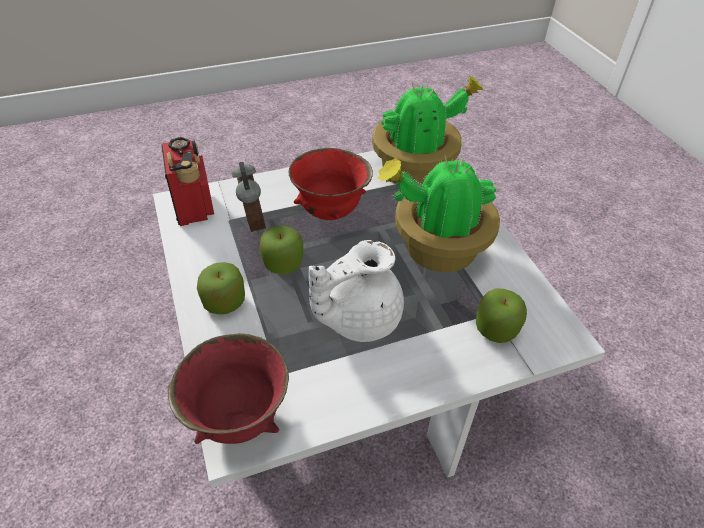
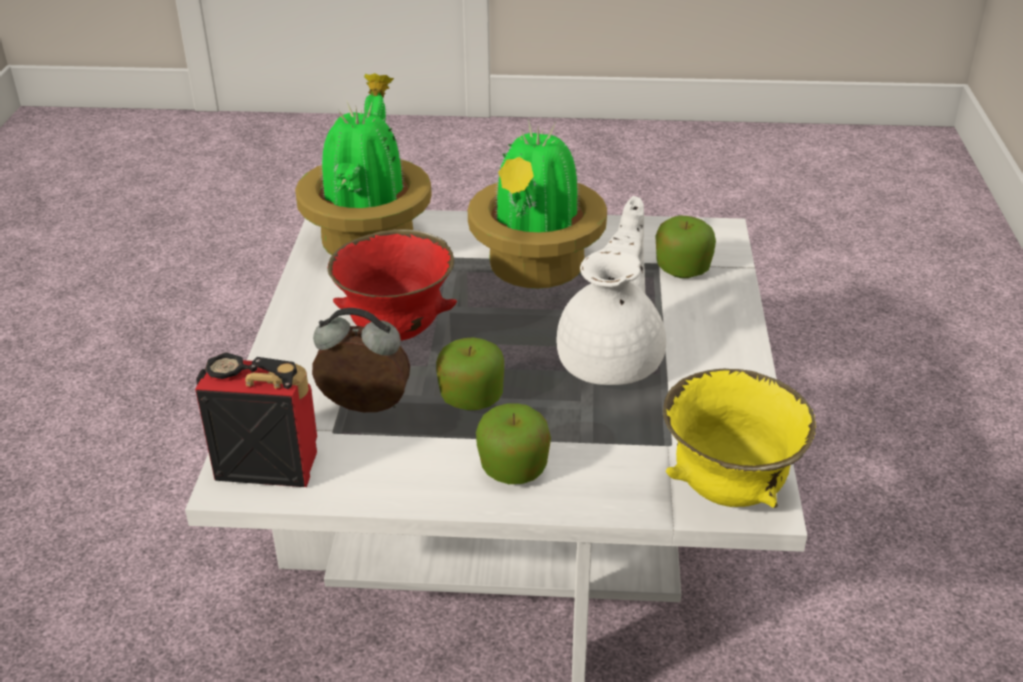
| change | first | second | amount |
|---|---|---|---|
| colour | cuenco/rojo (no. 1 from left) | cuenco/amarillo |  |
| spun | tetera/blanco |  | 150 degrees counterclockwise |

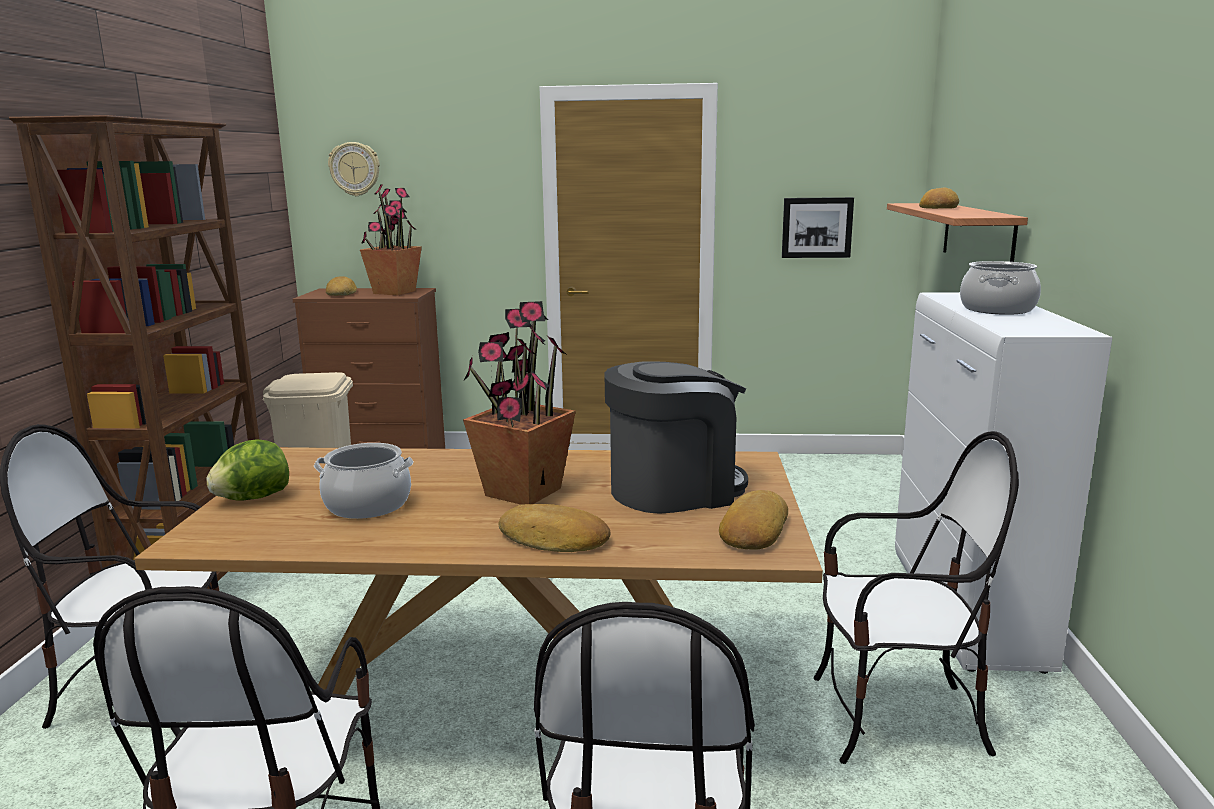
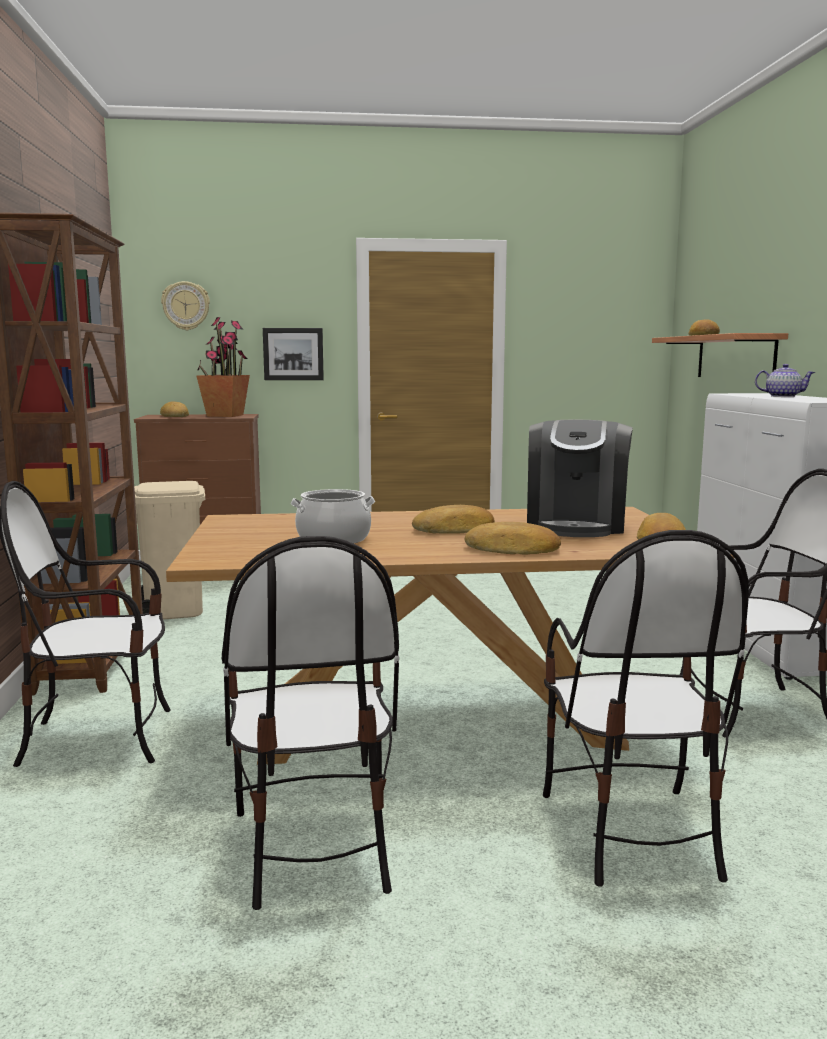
| change | first | second | amount |
|---|---|---|---|
| missing | lechuga |  |  |
| relocated | cuadro |  |  |
| exchanged | planta en maceta (no. 2 from left) | pan (no. 2 from left) |  |
| exchanged | olla (no. 2 from left) | tetera |  |
| spun | cafetera |  | 135 degrees clockwise |

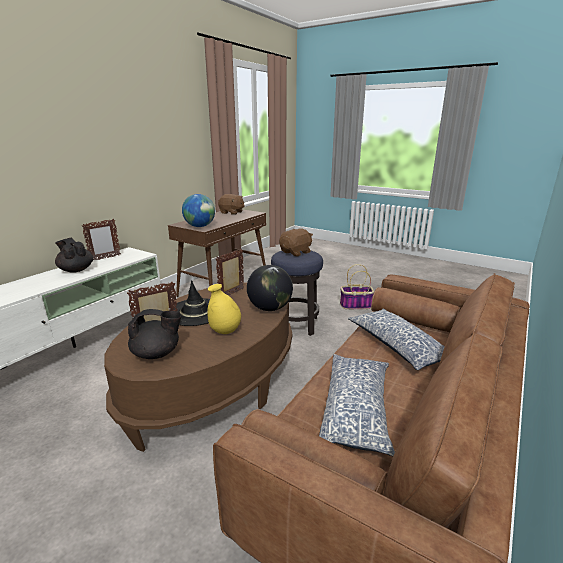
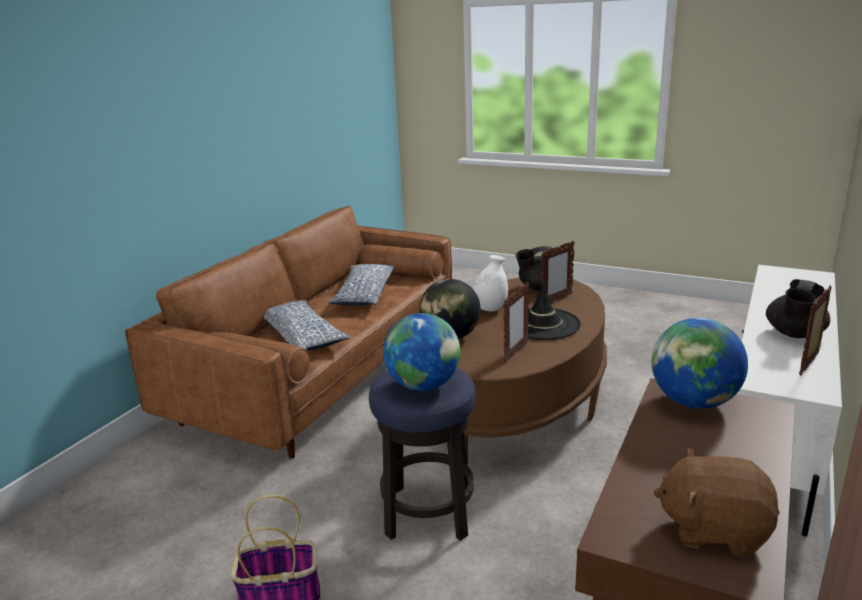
| change | first | second | amount |
|---|---|---|---|
| exchanged | peluche/marrón (no. 2 from left) | globo terráqueo (no. 1 from left) |  |
| colour | florero/amarillo | florero/blanco |  |
| spun | tetera/negro (no. 1 from left in the first image) | tetera/negro (no. 2 from left) | 90 degrees clockwise |

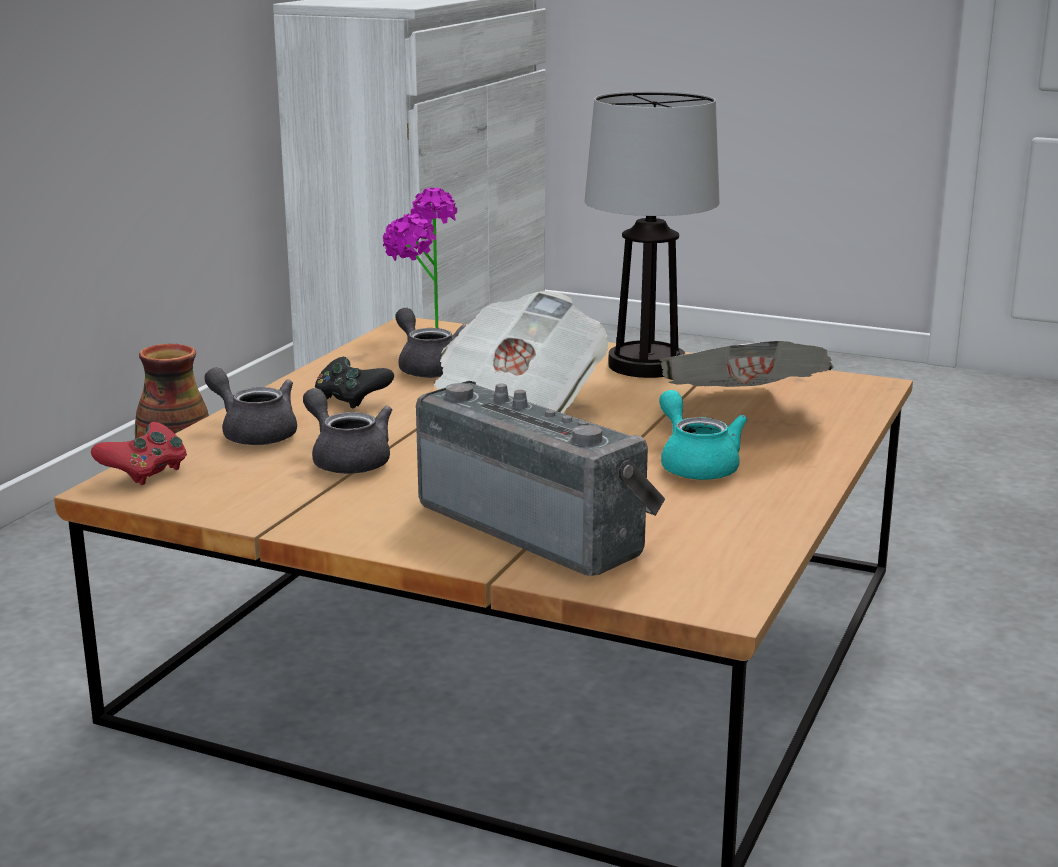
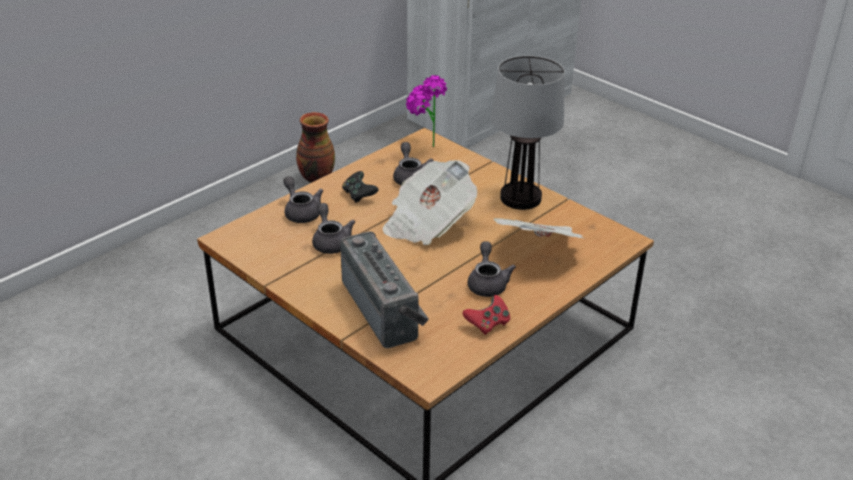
| change | first | second | amount |
|---|---|---|---|
| relocated | mando de consola/rojo |  |  |
| colour | tetera/turquesa | tetera/gris (no. 4 from left) |  |

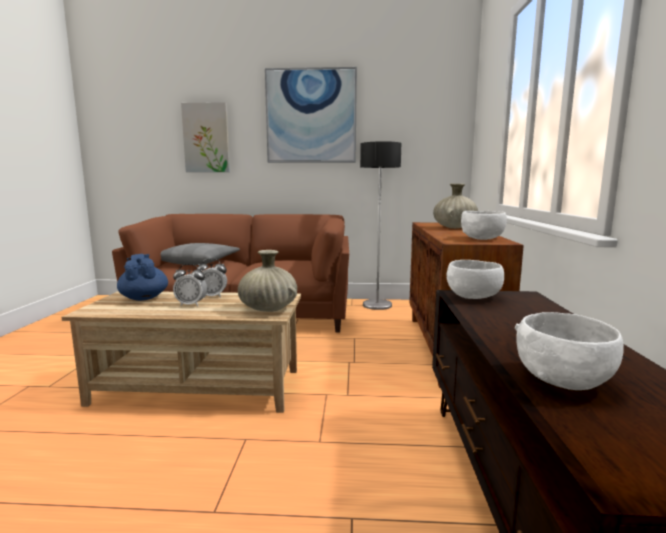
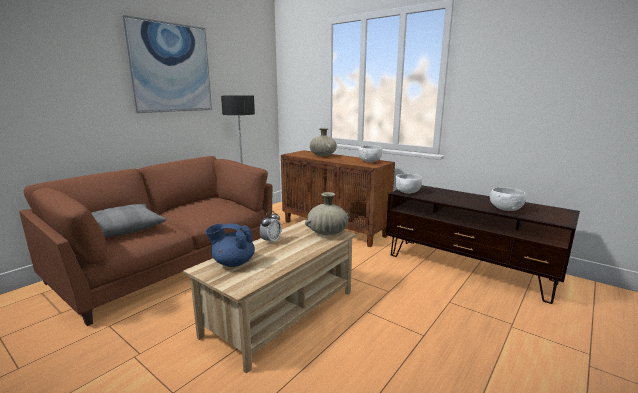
| change | first | second | amount |
|---|---|---|---|
| missing | despertador (no. 1 from left) |  |  |
| missing | cuadro (no. 1 from left) |  |  |

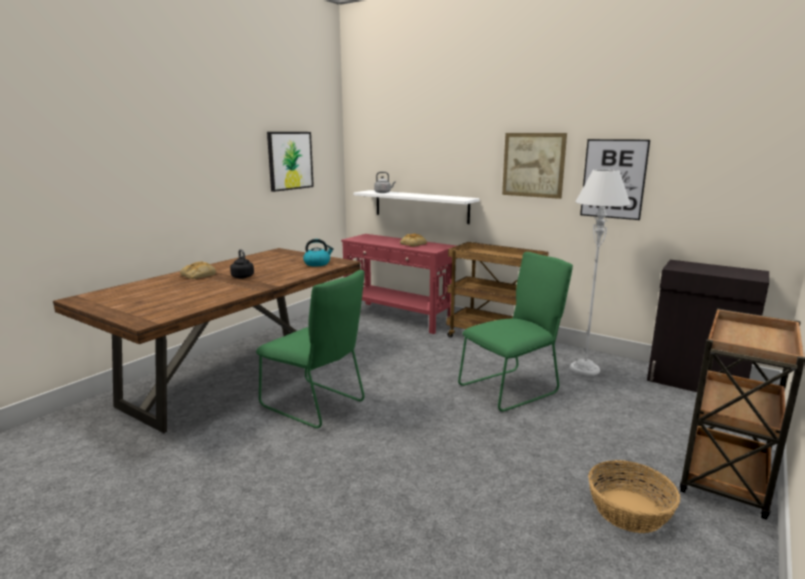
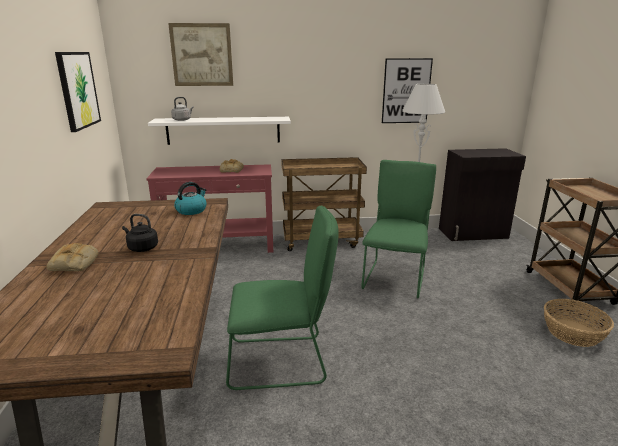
| change | first | second | amount |
|---|---|---|---|
| relocated | cuadro (no. 2 from left) |  |  |

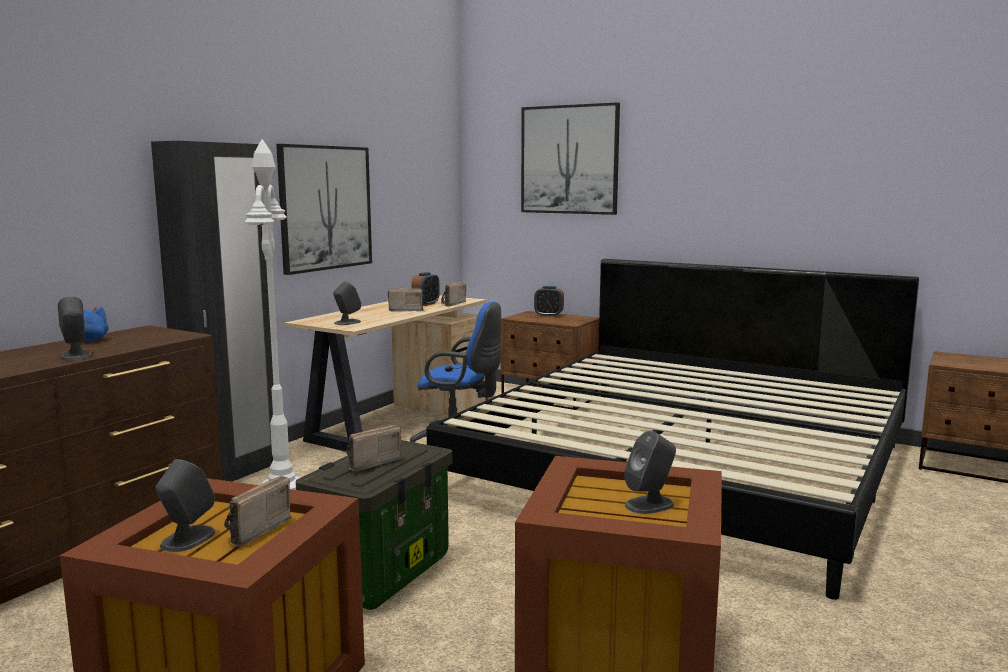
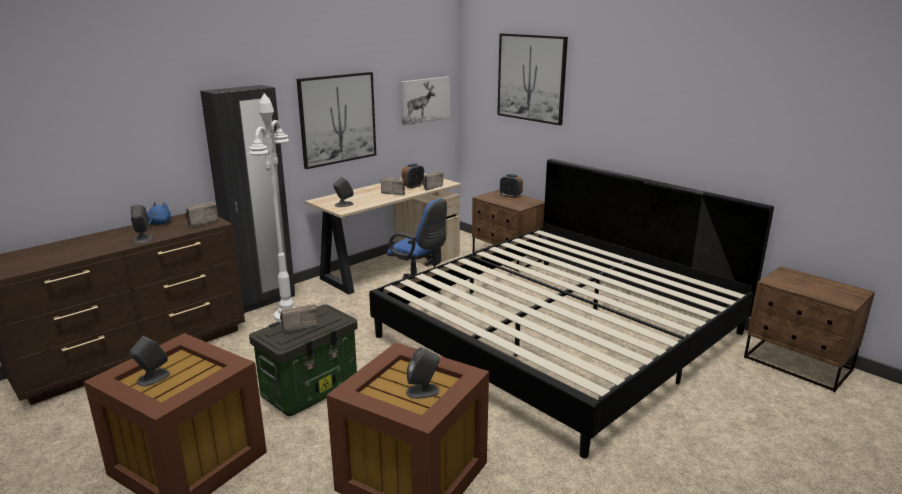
| change | first | second | amount |
|---|---|---|---|
| appeared |  | cuadro (no. 2 from left) |  |
| relocated | radio (no. 1 from left) |  |  |

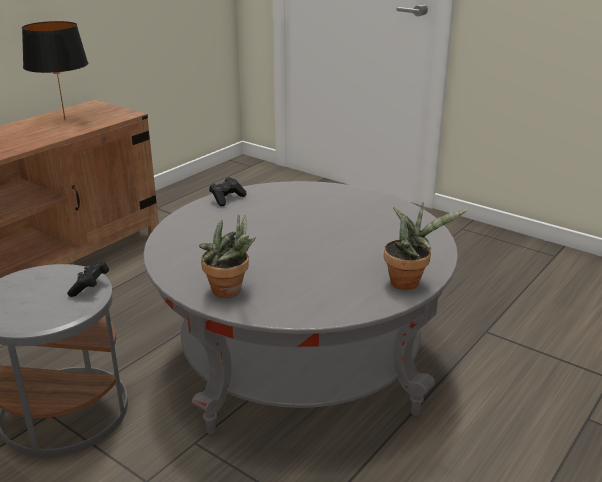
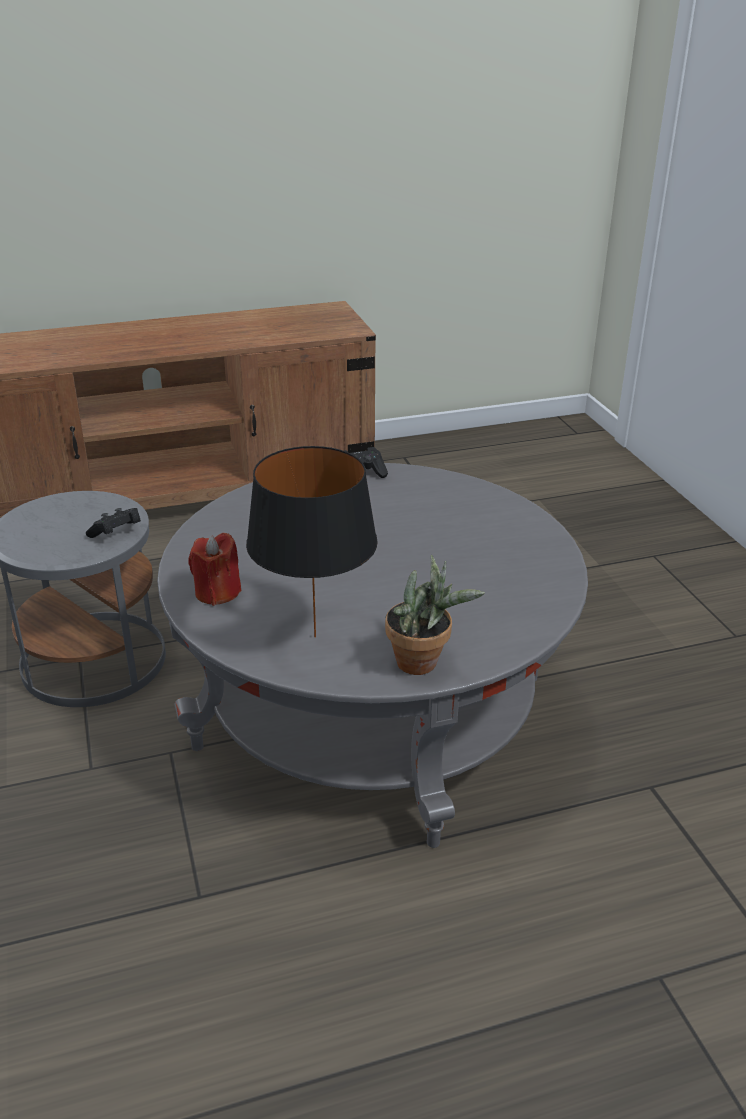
| change | first | second | amount |
|---|---|---|---|
| relocated | lámpara de mesa/negro |  |  |
| exchanged | planta en maceta (no. 1 from left) | vela/rojo |  |

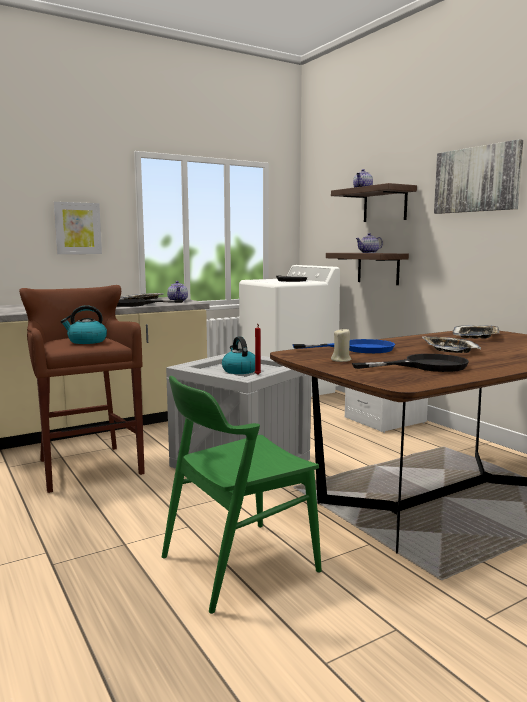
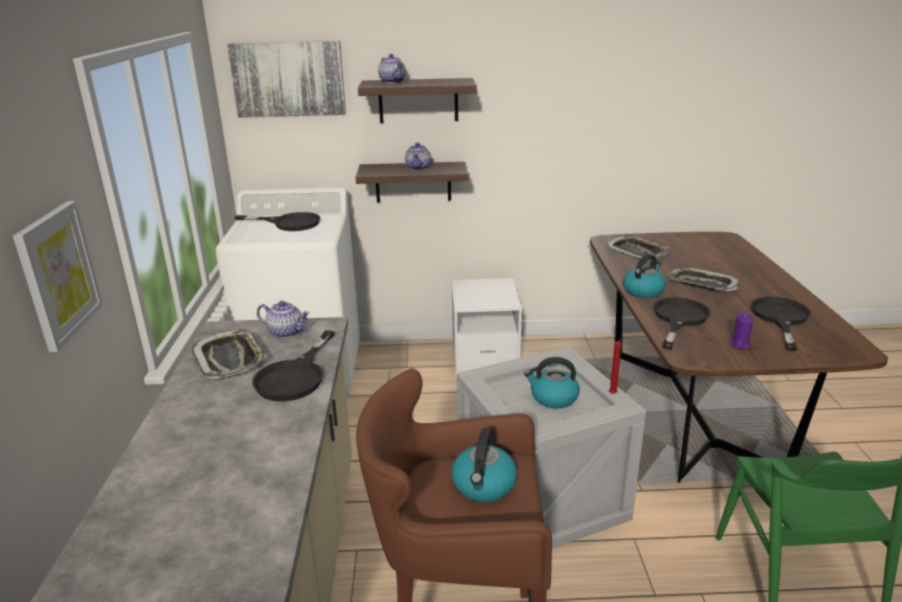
| change | first | second | amount |
|---|---|---|---|
| appeared |  | hervidor (no. 3 from left) |  |
| relocated | cuadro (no. 2 from left) |  |  |
| colour | sartén/azul | sartén/negro (no. 3 from left) |  |
| colour | vela/beis | vela/morado |  |

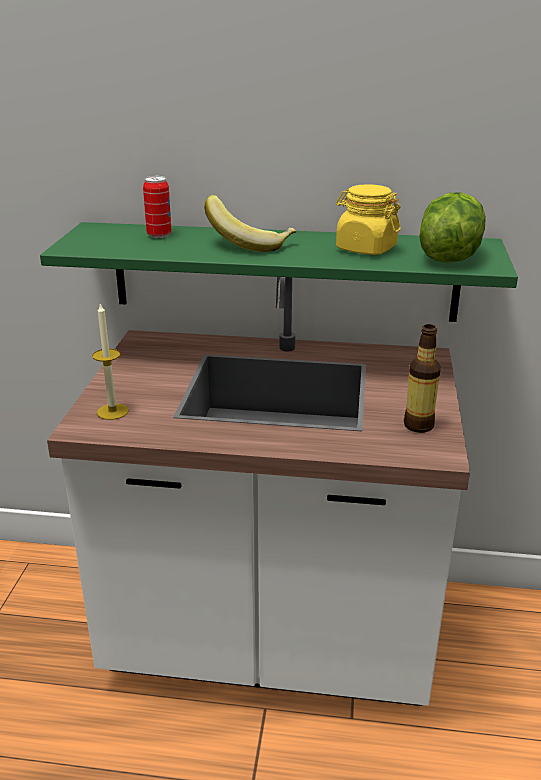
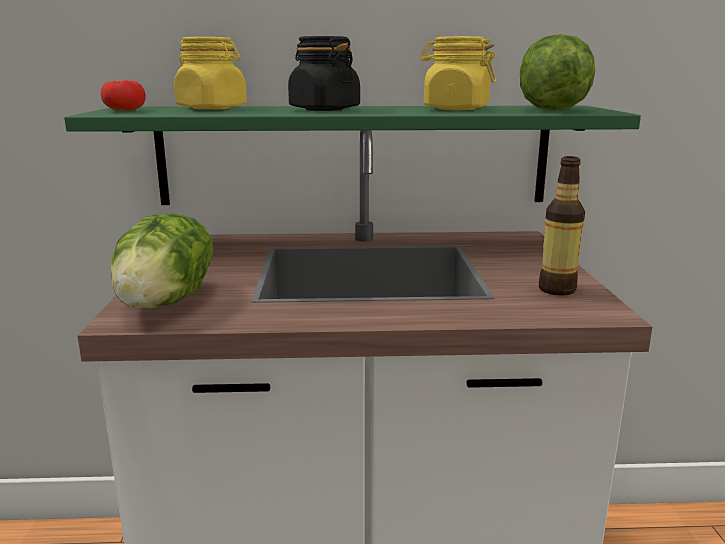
| change | first | second | amount |
|---|---|---|---|
| appeared |  | tomate |  |
| exchanged | vela | lechuga (no. 1 from left) |  |
| exchanged | lata | tarro/amarillo (no. 1 from left) |  |
| exchanged | plátano | tarro/negro |  |

